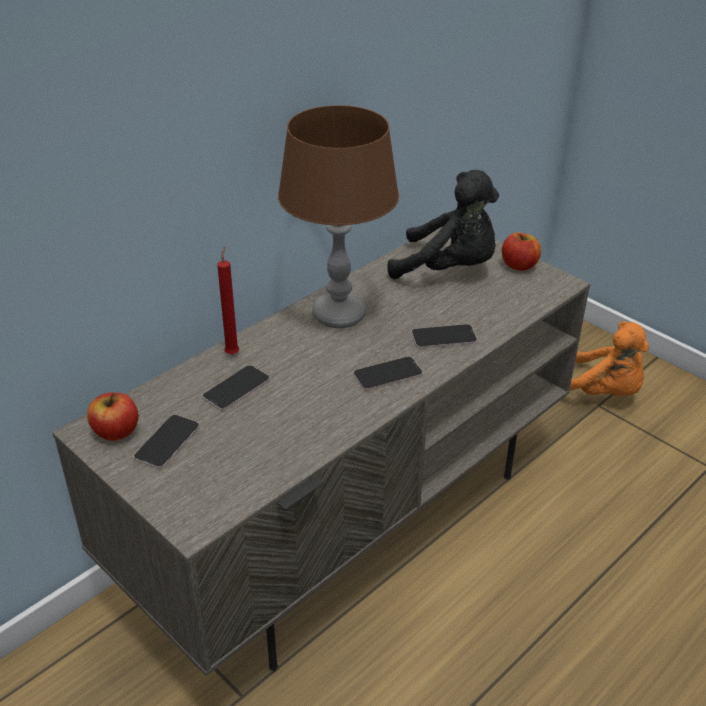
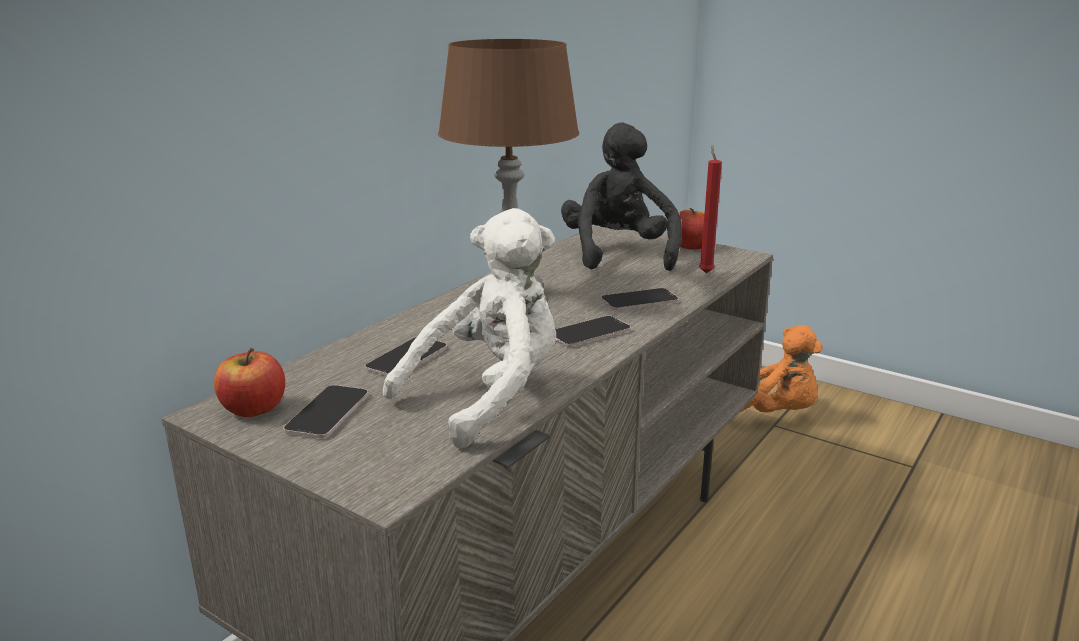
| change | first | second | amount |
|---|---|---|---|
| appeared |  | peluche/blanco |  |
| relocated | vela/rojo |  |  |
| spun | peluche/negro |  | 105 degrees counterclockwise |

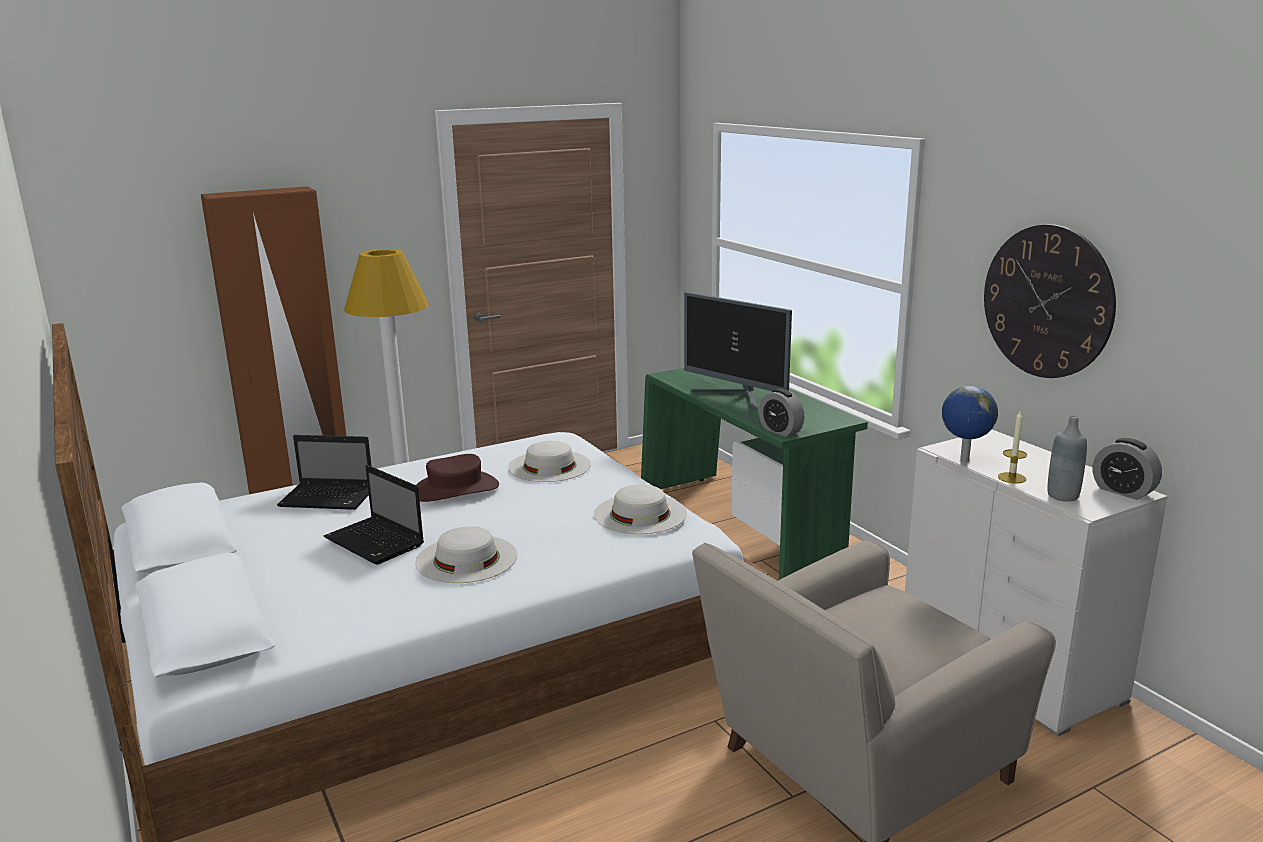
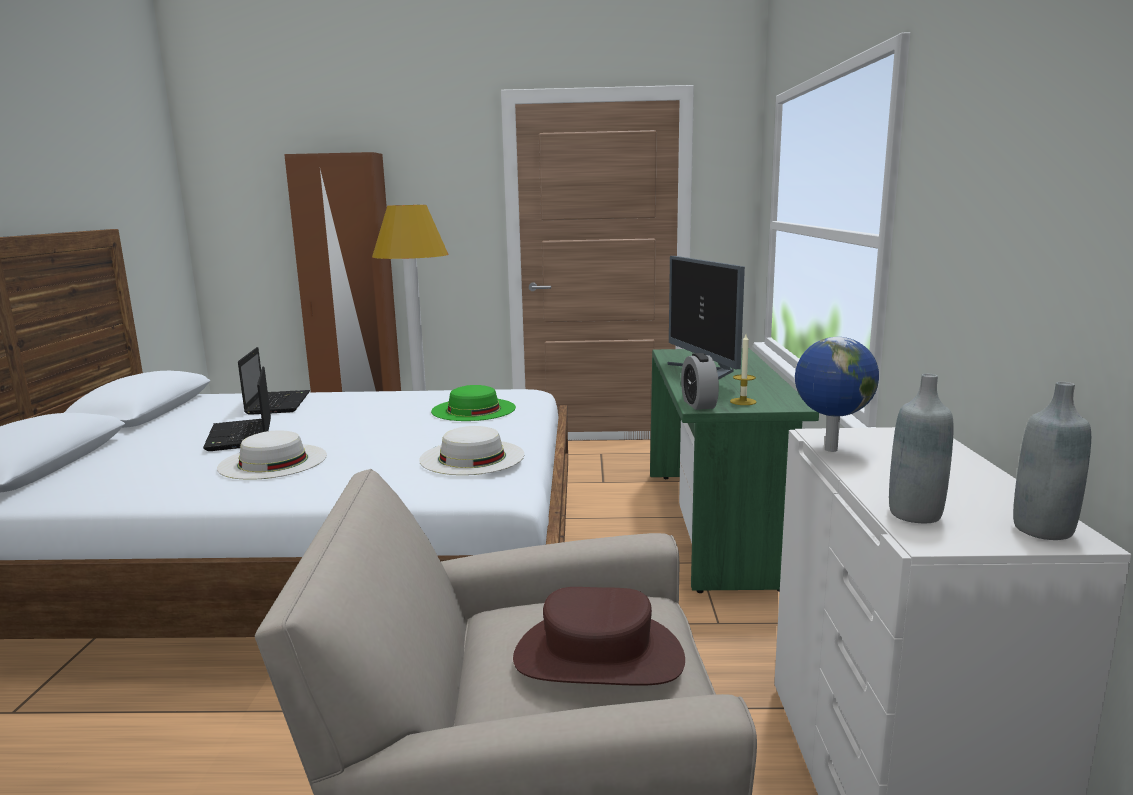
| change | first | second | amount |
|---|---|---|---|
| missing | reloj de pared |  |  |
| relocated | sombrero/marrón |  |  |
| relocated | vela |  |  |
| exchanged | despertador (no. 2 from left) | botella/gris (no. 2 from left) |  |
| colour | sombrero/blanco (no. 2 from left) | sombrero/verde |  |
| spun | portátil (no. 1 from left in the first image) | portátil (no. 2 from left) | 135 degrees counterclockwise |

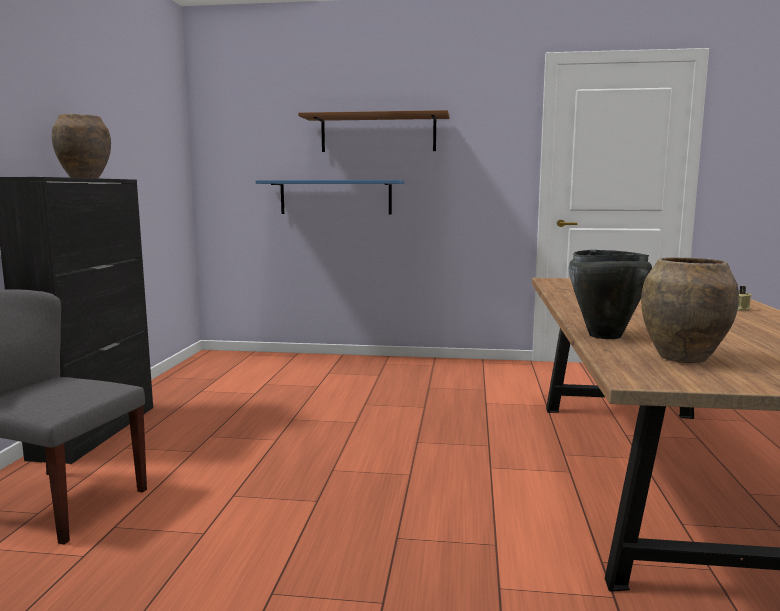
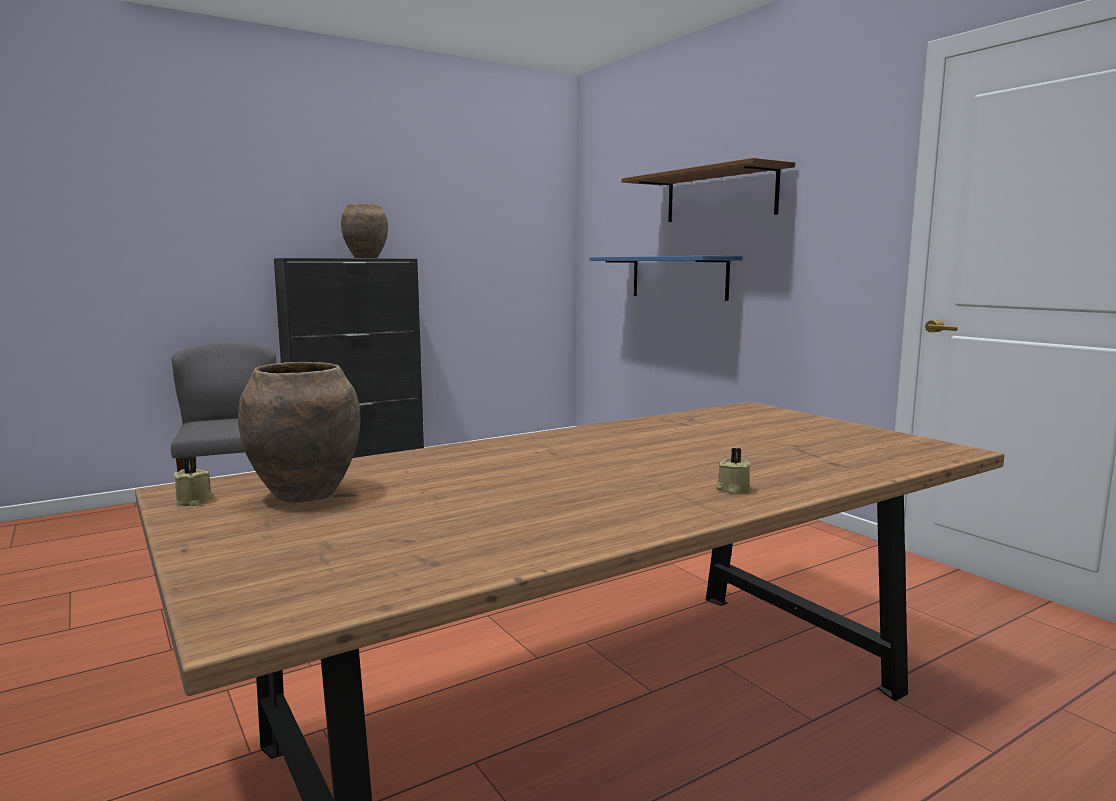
| change | first | second | amount |
|---|---|---|---|
| missing | olla/negro |  |  |
| appeared |  | vela/beis (no. 1 from left) |  |

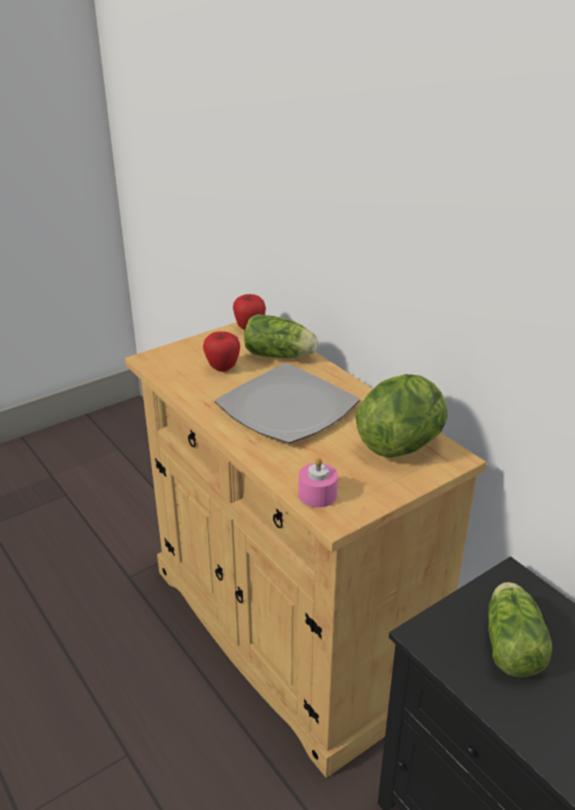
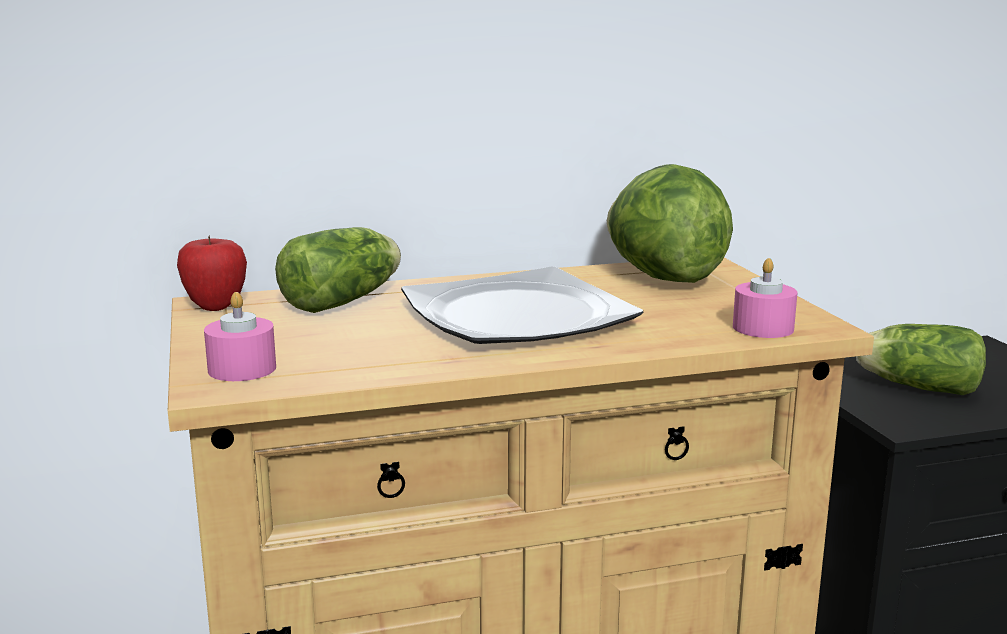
| change | first | second | amount |
|---|---|---|---|
| missing | manzana (no. 1 from left) |  |  |
| appeared |  | vela/rosa (no. 1 from left) |  |

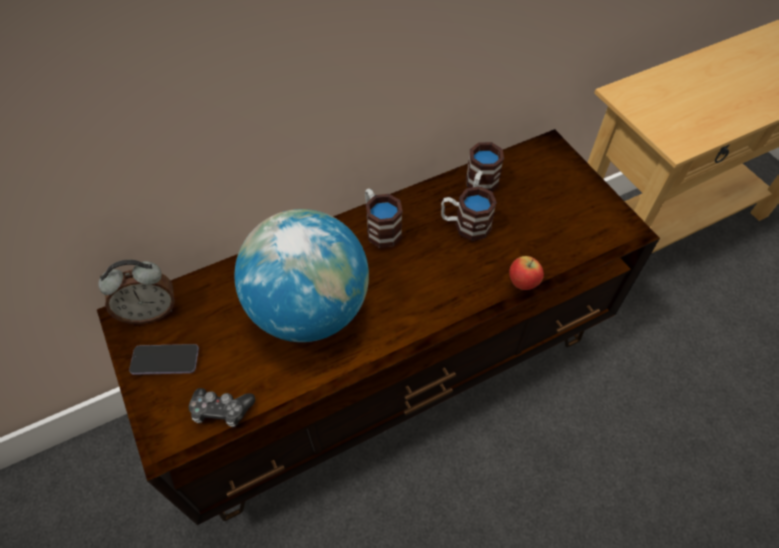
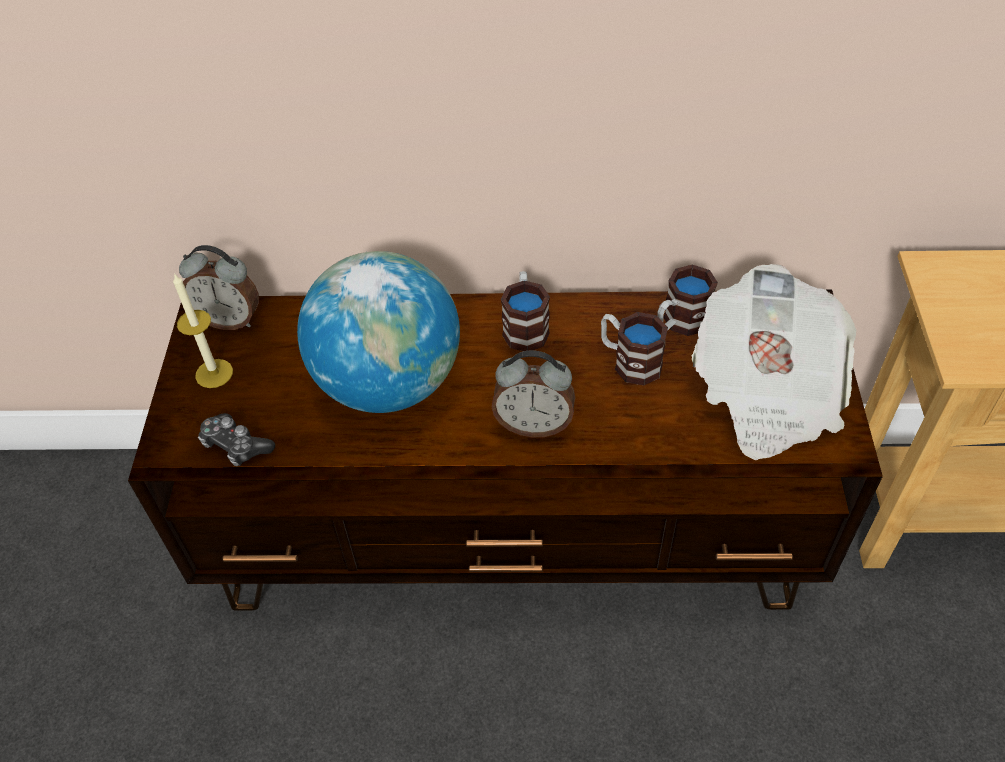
| change | first | second | amount |
|---|---|---|---|
| missing | manzana |  |  |
| appeared |  | despertador (no. 2 from left) |  |
| appeared |  | periódico |  |
| exchanged | móvil | vela |  |

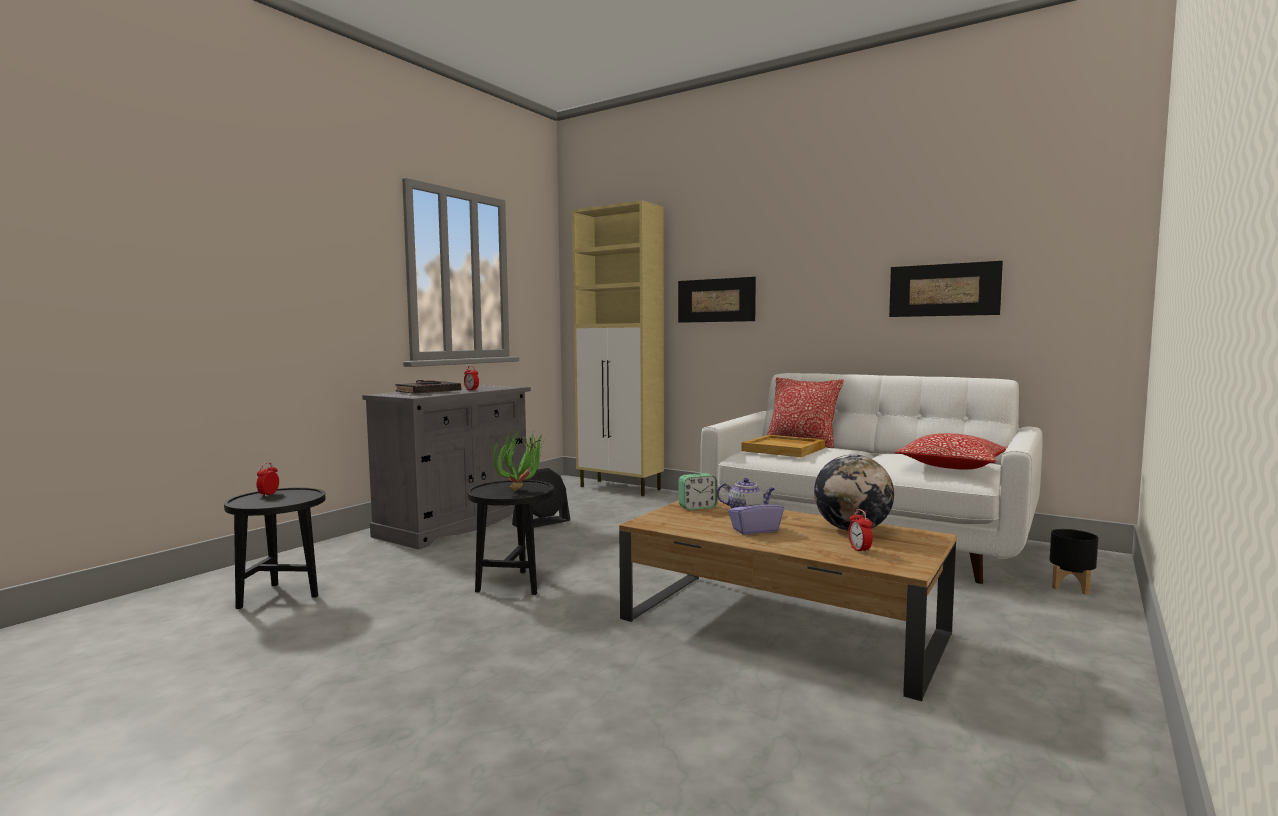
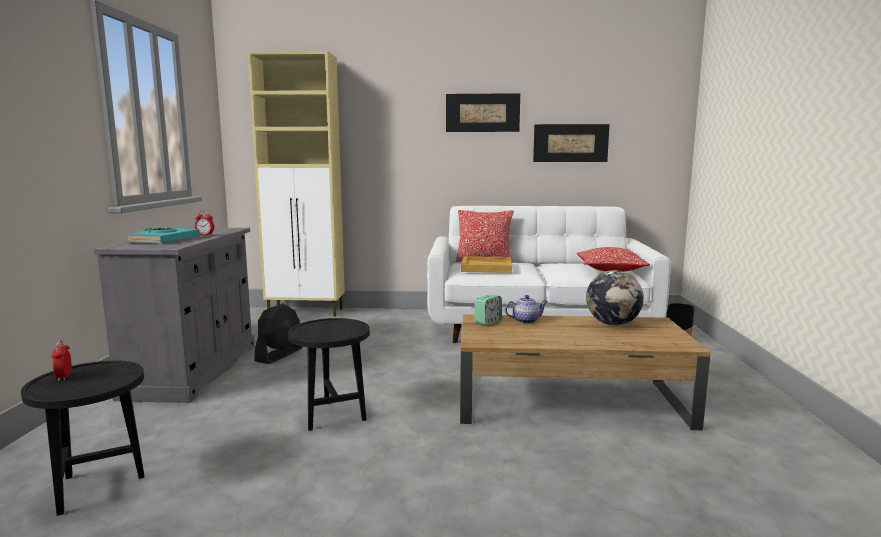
| change | first | second | amount |
|---|---|---|---|
| missing | planta en maceta |  |  |
| missing | caja de pañuelos/morado |  |  |
| missing | despertador (no. 4 from left) |  |  |
| relocated | cuadro (no. 1 from left) |  |  |
| colour | libro/negro | libro/turquesa |  |

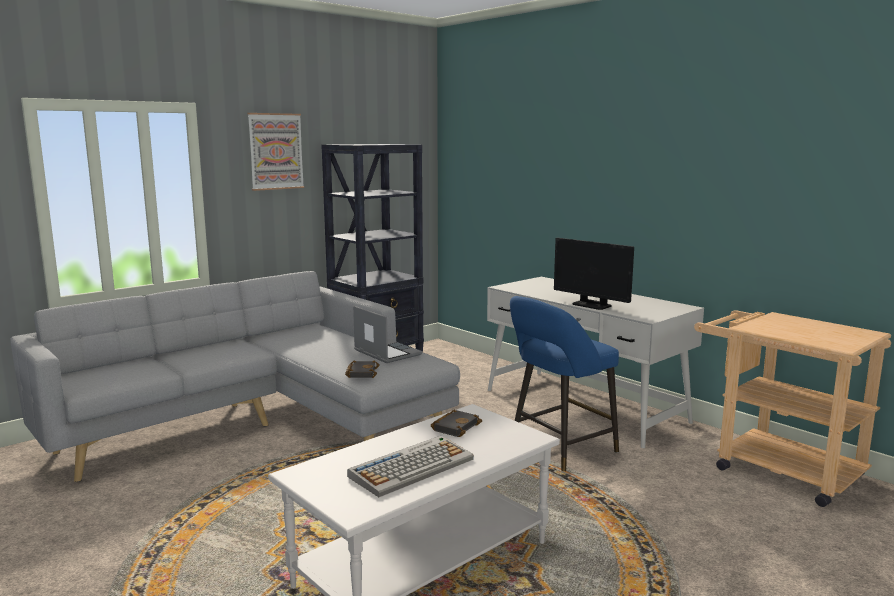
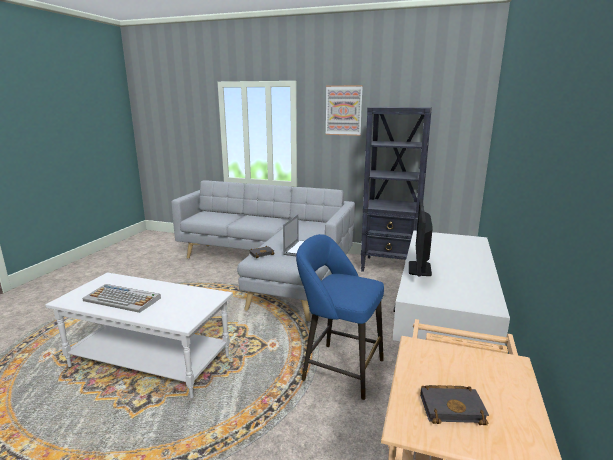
| change | first | second | amount |
|---|---|---|---|
| relocated | libro/negro (no. 2 from left) |  |  |

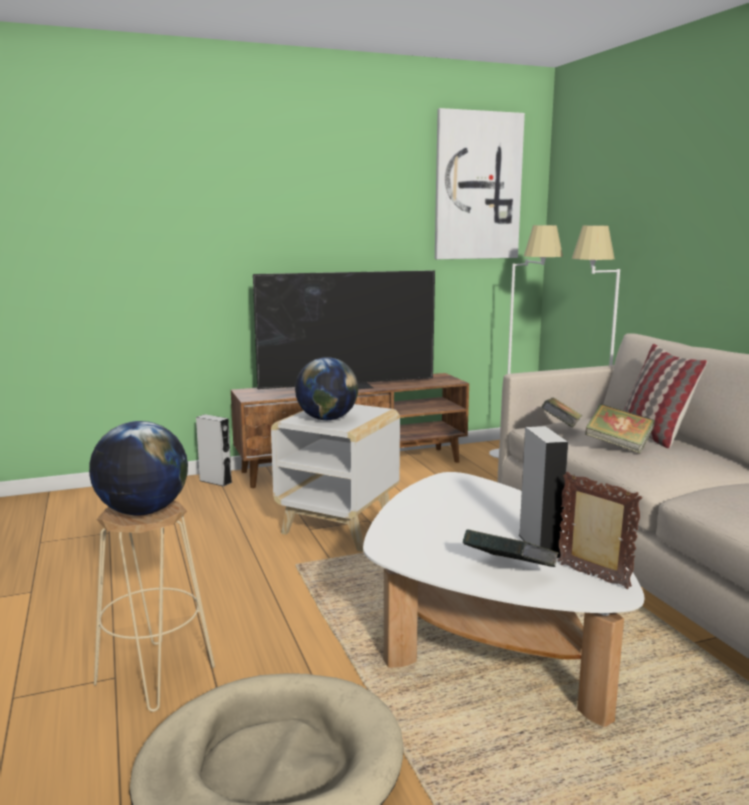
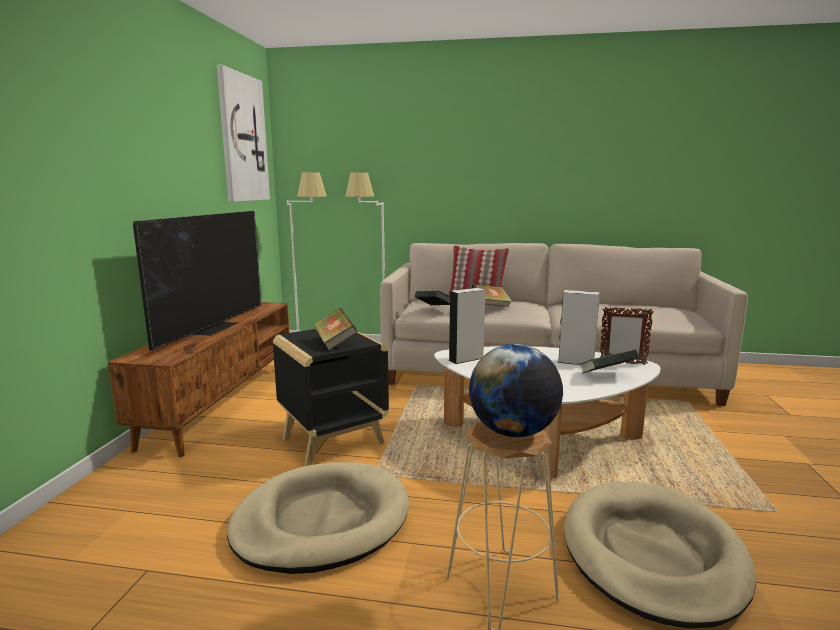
| change | first | second | amount |
|---|---|---|---|
| appeared |  | cama para perro/beis (no. 1 from left) |  |
| relocated | altavoz/gris (no. 1 from left) |  |  |
| exchanged | globo terráqueo (no. 2 from left) | libro (no. 1 from left) |  |
| colour | mesa auxiliar/blanco | mesa auxiliar/negro |  |
| spun | portarretratos |  | 150 degrees counterclockwise |

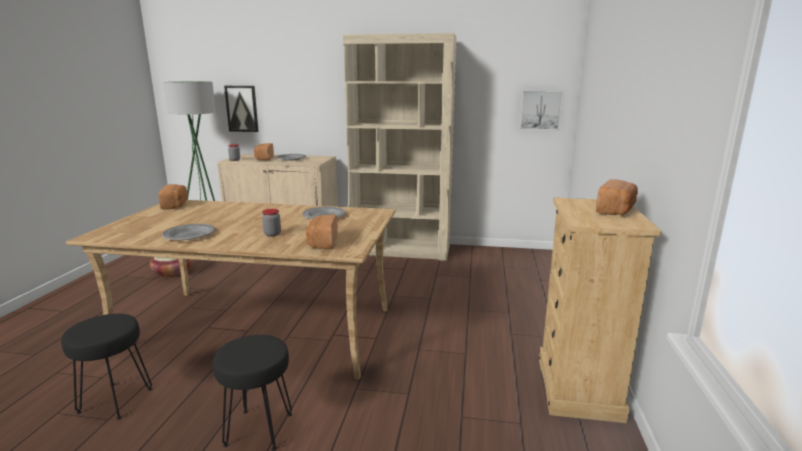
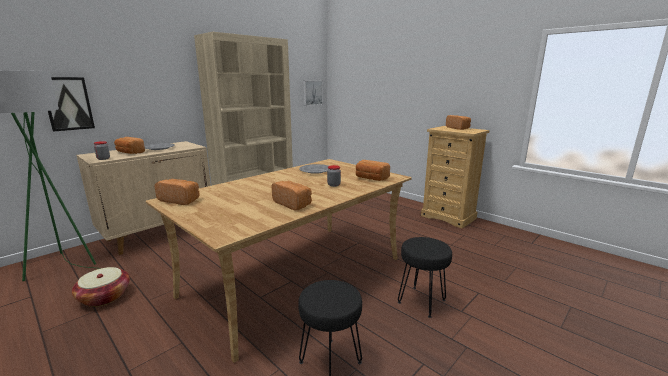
| change | first | second | amount |
|---|---|---|---|
| exchanged | plato/gris (no. 1 from left) | pan (no. 3 from left) |  |

